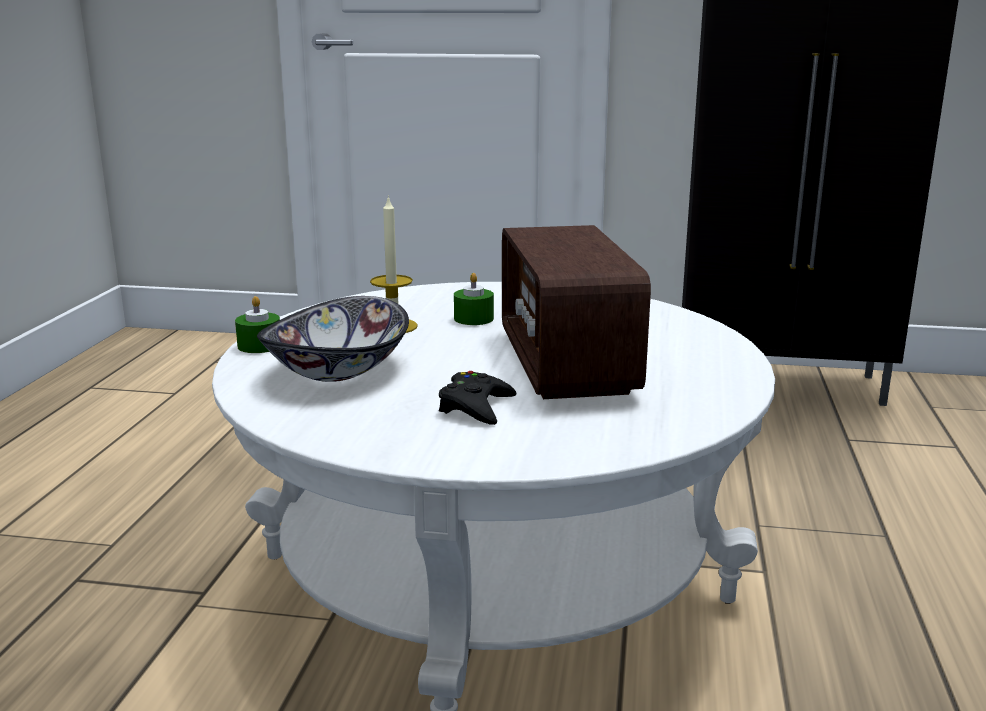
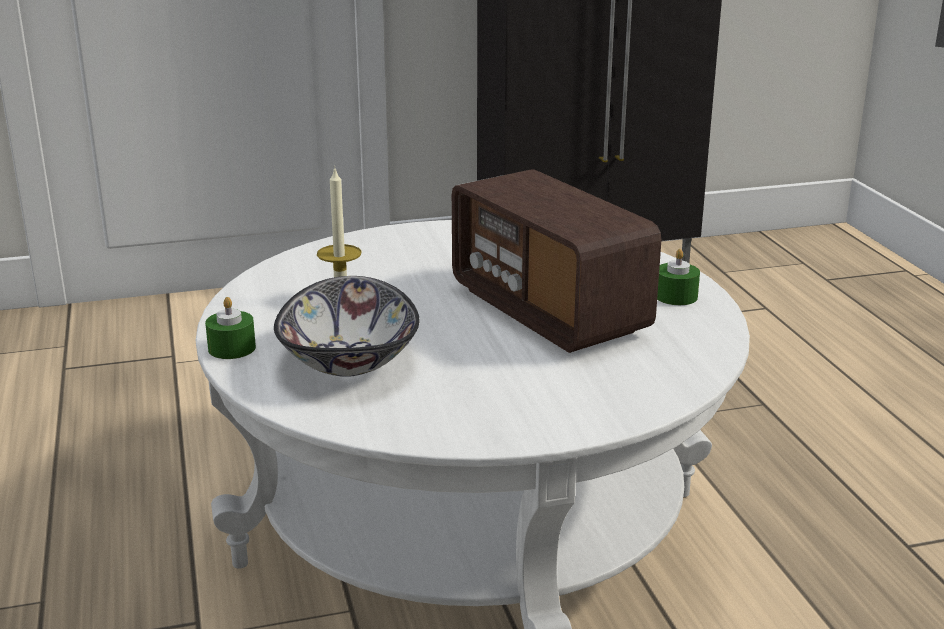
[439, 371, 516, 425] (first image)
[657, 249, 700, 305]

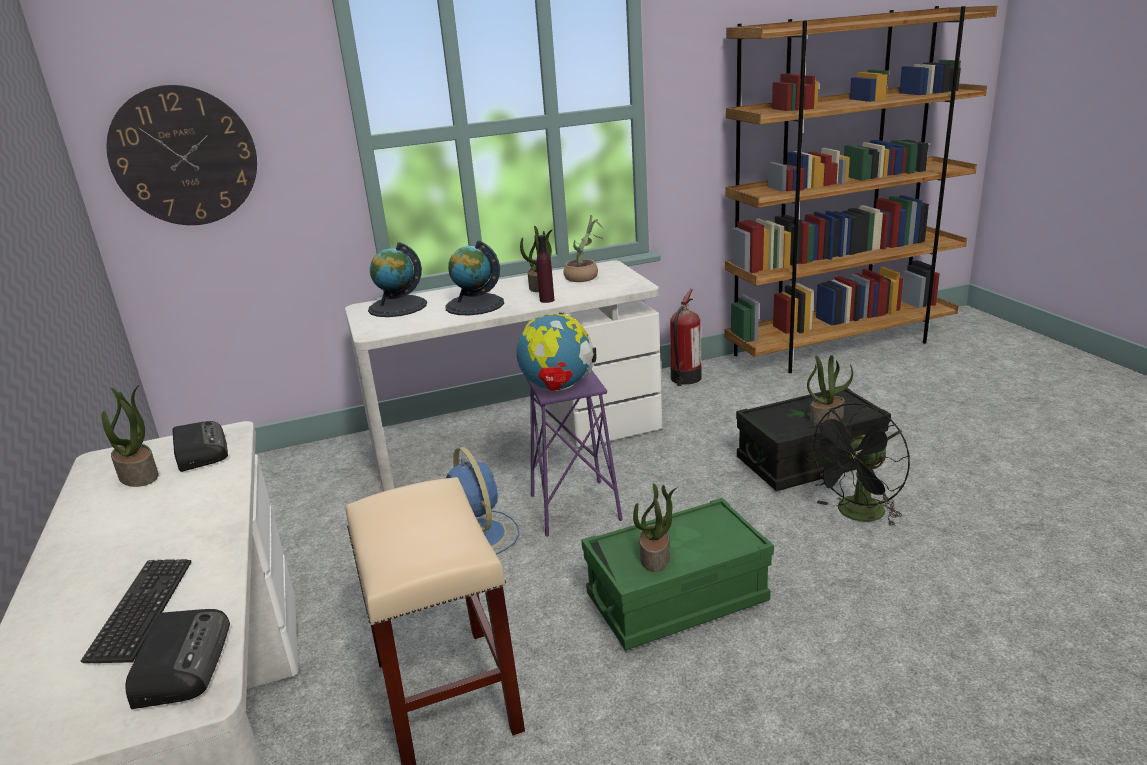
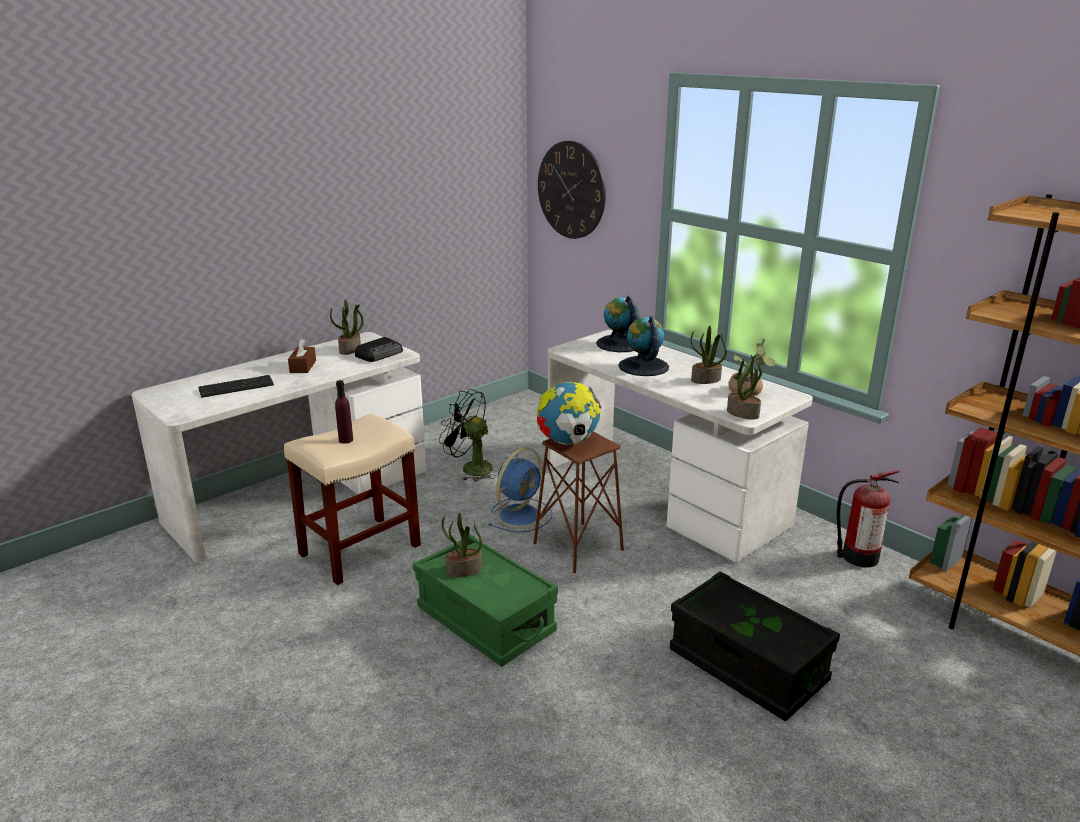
[126, 609, 230, 709] (first image)
[288, 339, 316, 373]
[335, 380, 353, 444]
[439, 389, 497, 482]
[727, 354, 762, 419]
[533, 432, 624, 574]

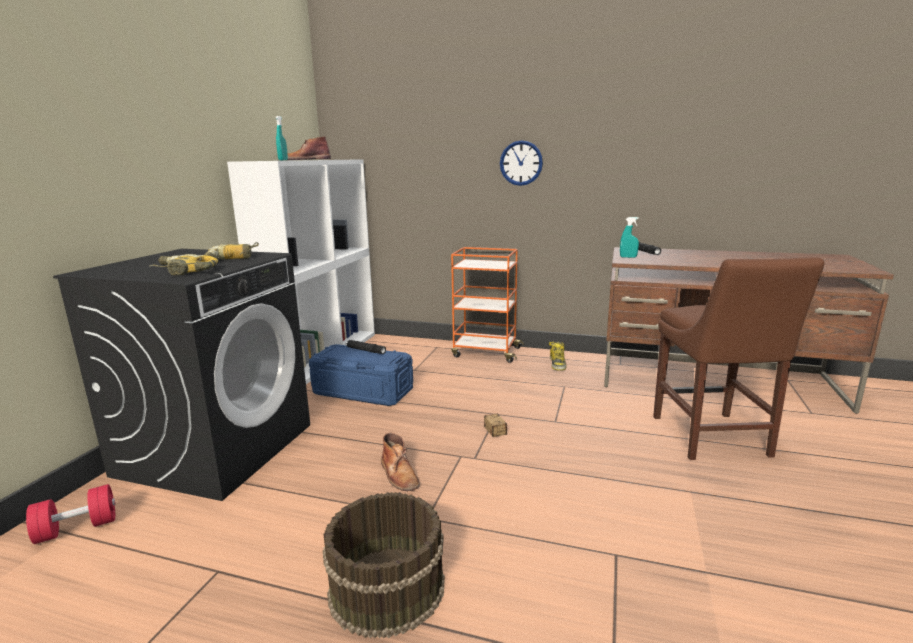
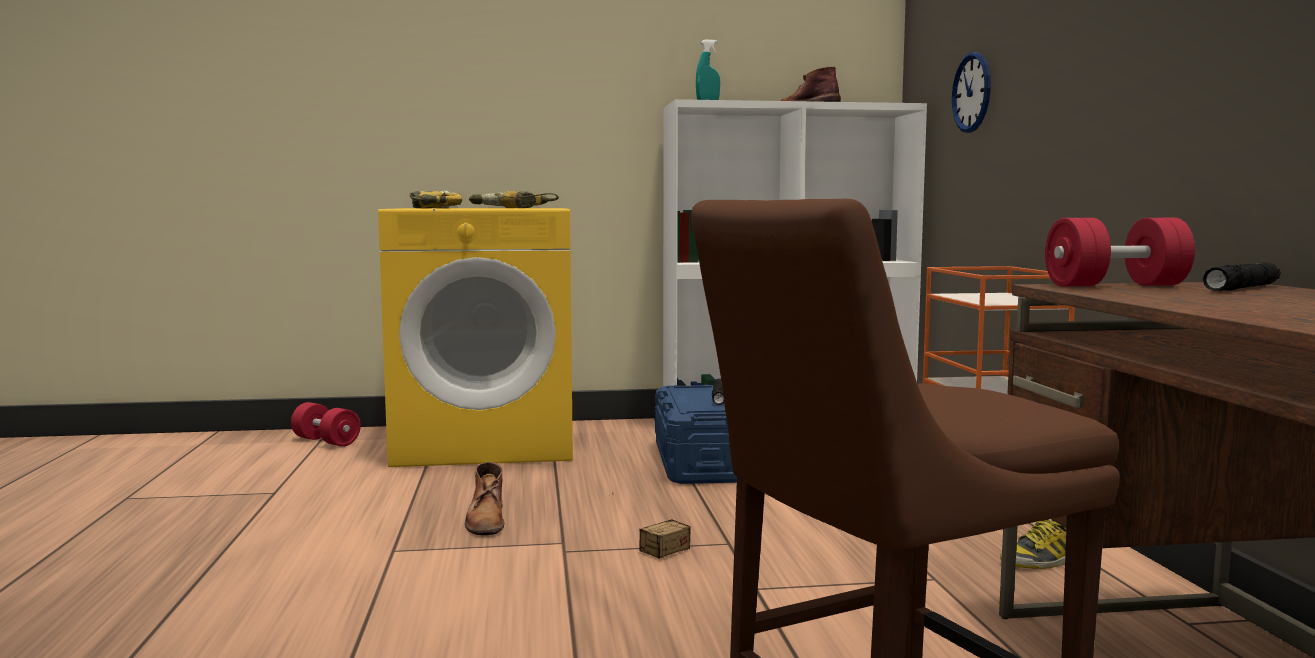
[323, 492, 445, 638] (first image)
[952, 52, 991, 133]
[1045, 218, 1195, 286]
[378, 208, 573, 467]
[465, 462, 504, 535]

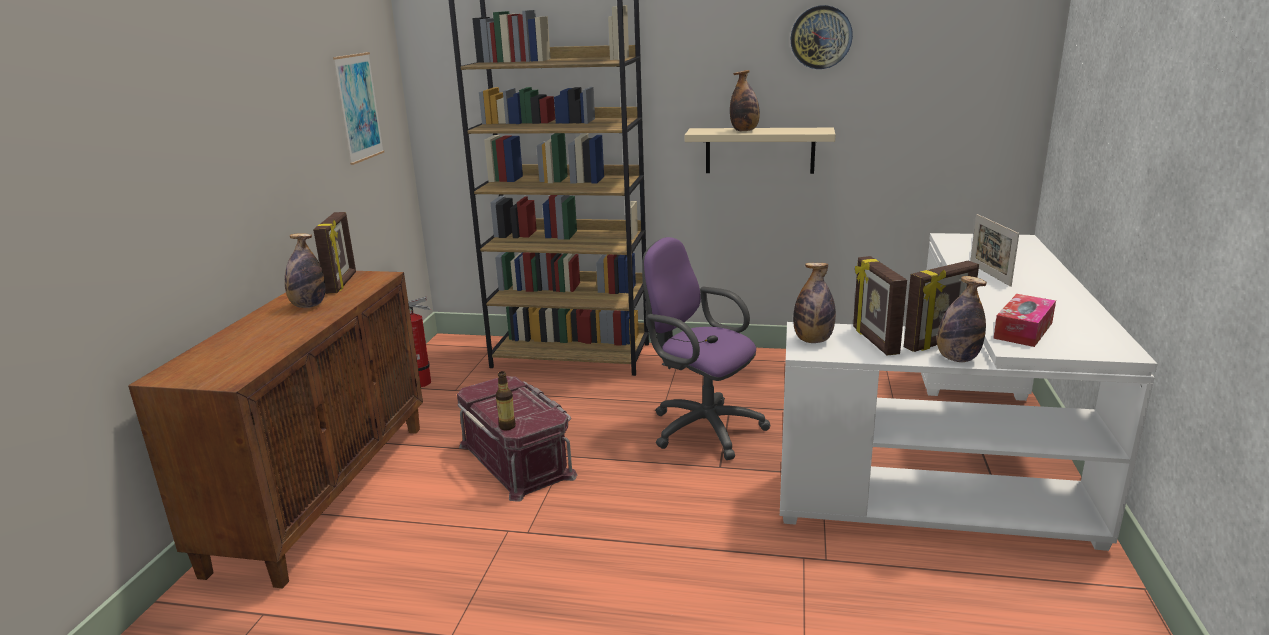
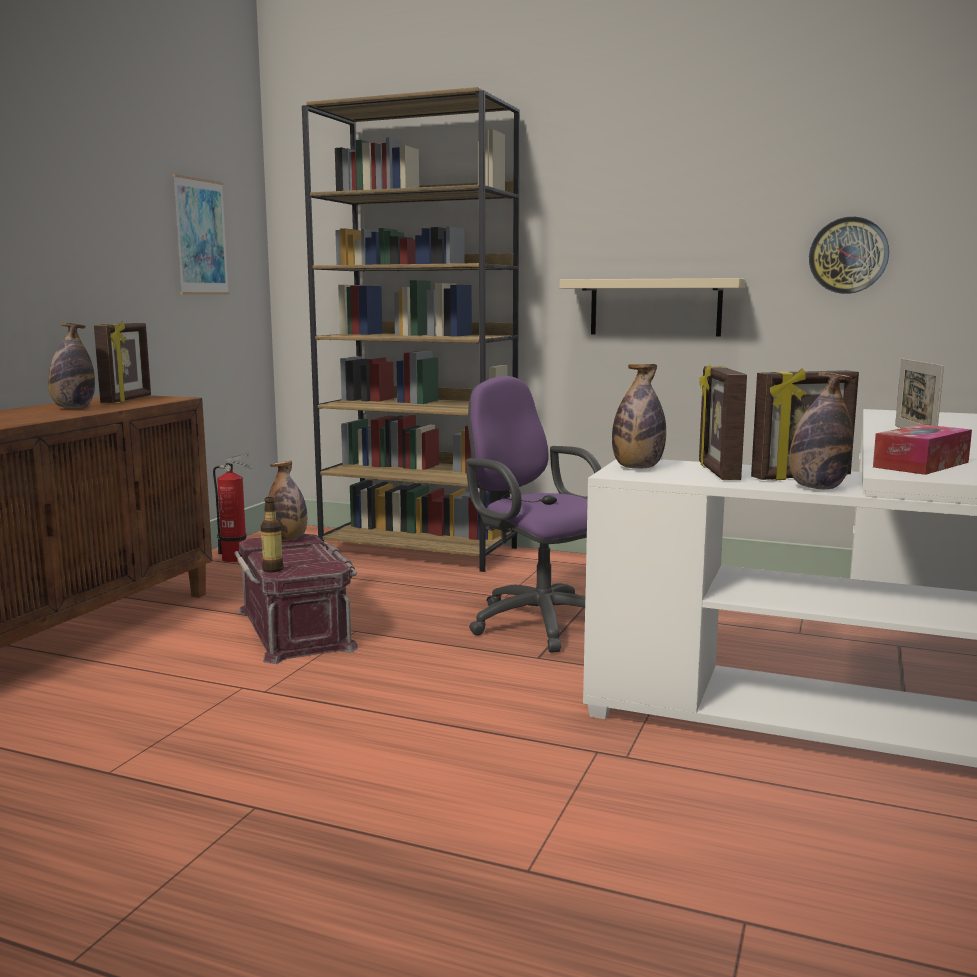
[268, 461, 307, 540]
[809, 217, 889, 294]

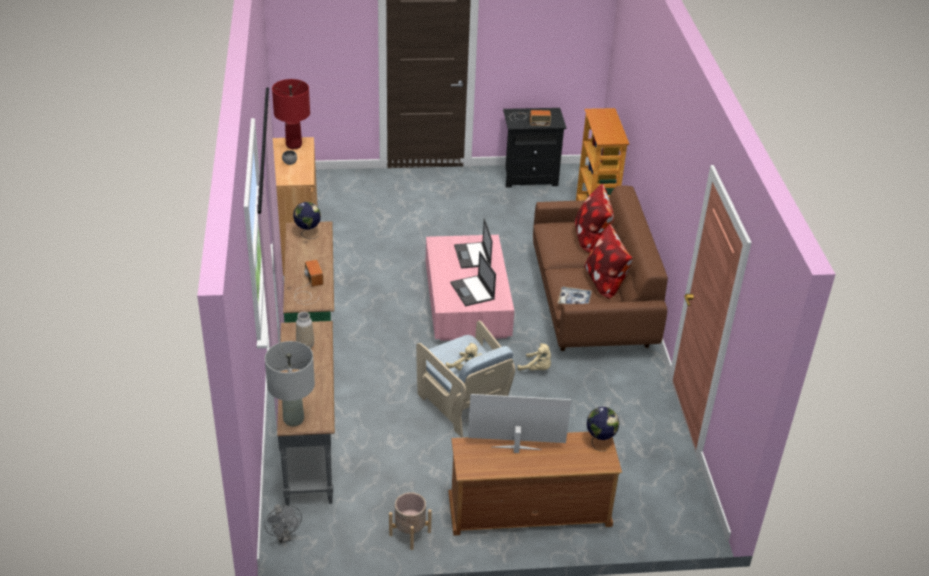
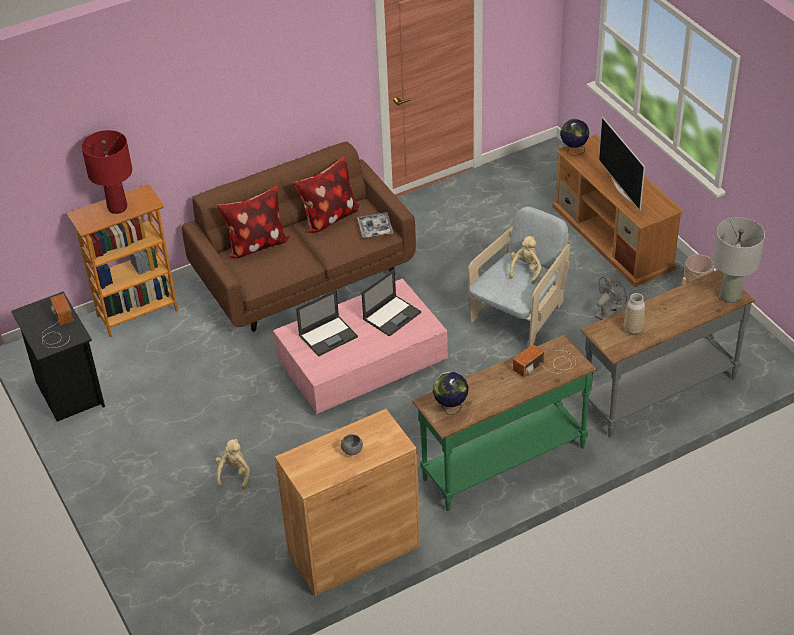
[595, 277, 627, 320]
[81, 130, 132, 214]
[215, 439, 250, 490]

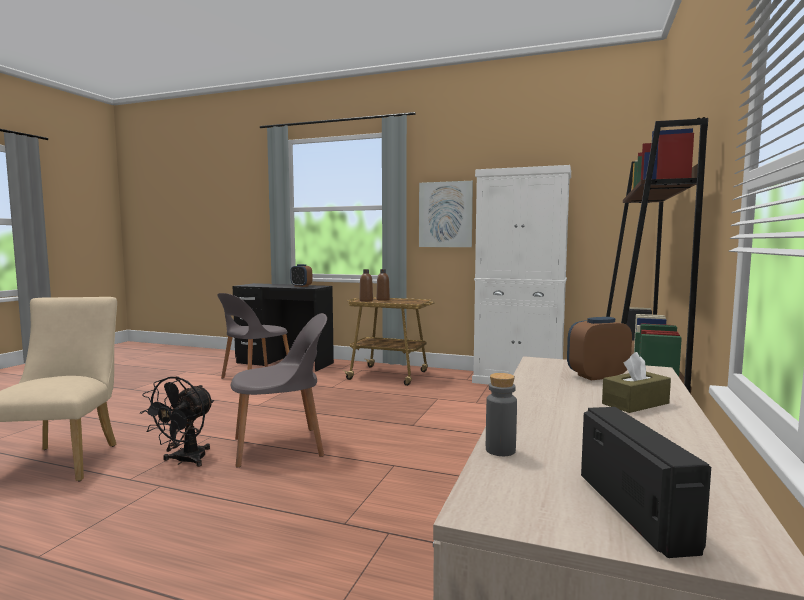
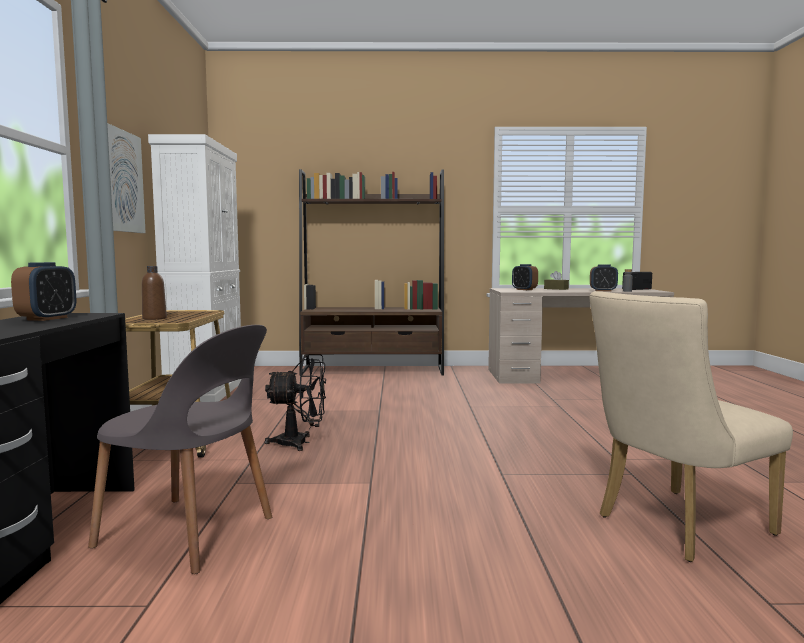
[231, 313, 327, 467] (first image)
[359, 269, 373, 302] (first image)
[590, 264, 618, 291]
[265, 354, 326, 451]

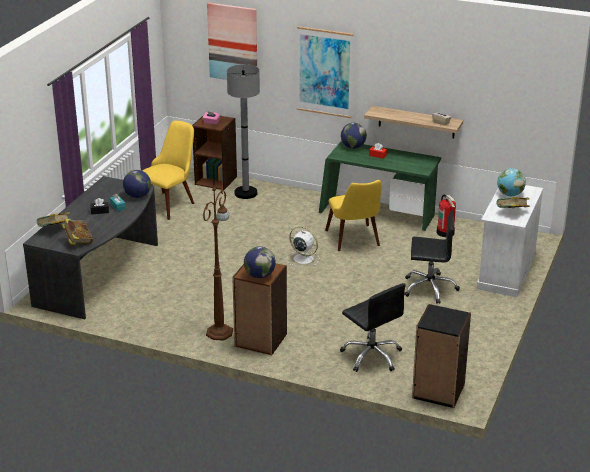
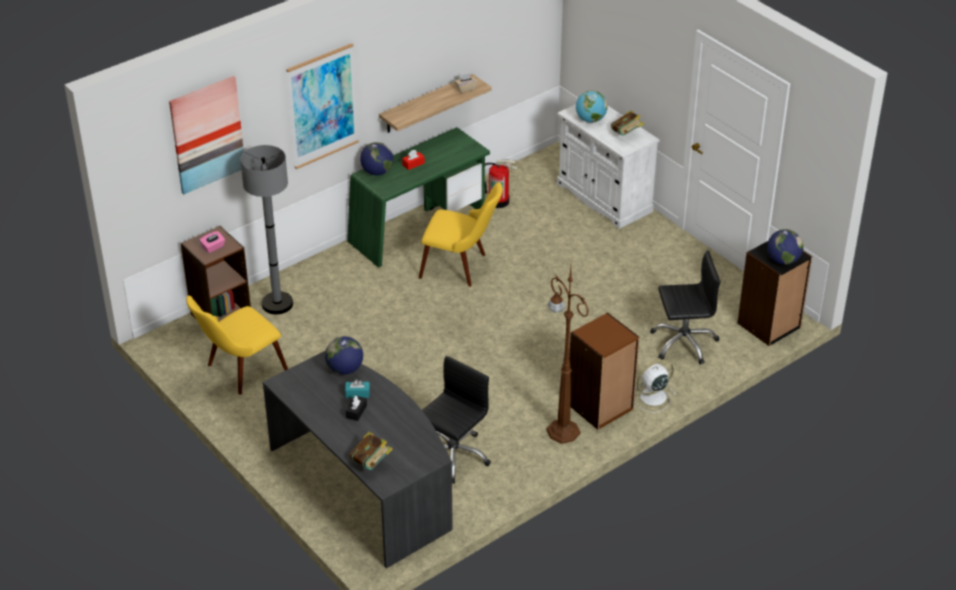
[61, 219, 93, 245] (first image)
[767, 229, 803, 265]
[634, 359, 676, 413]
[422, 355, 491, 484]
[186, 295, 288, 395]

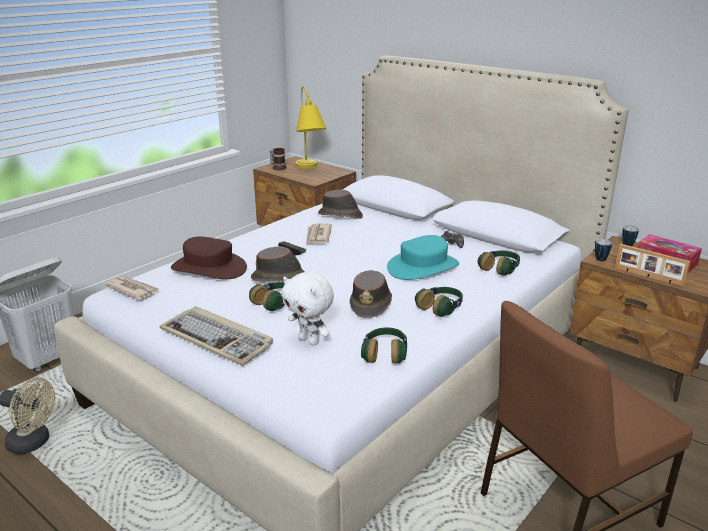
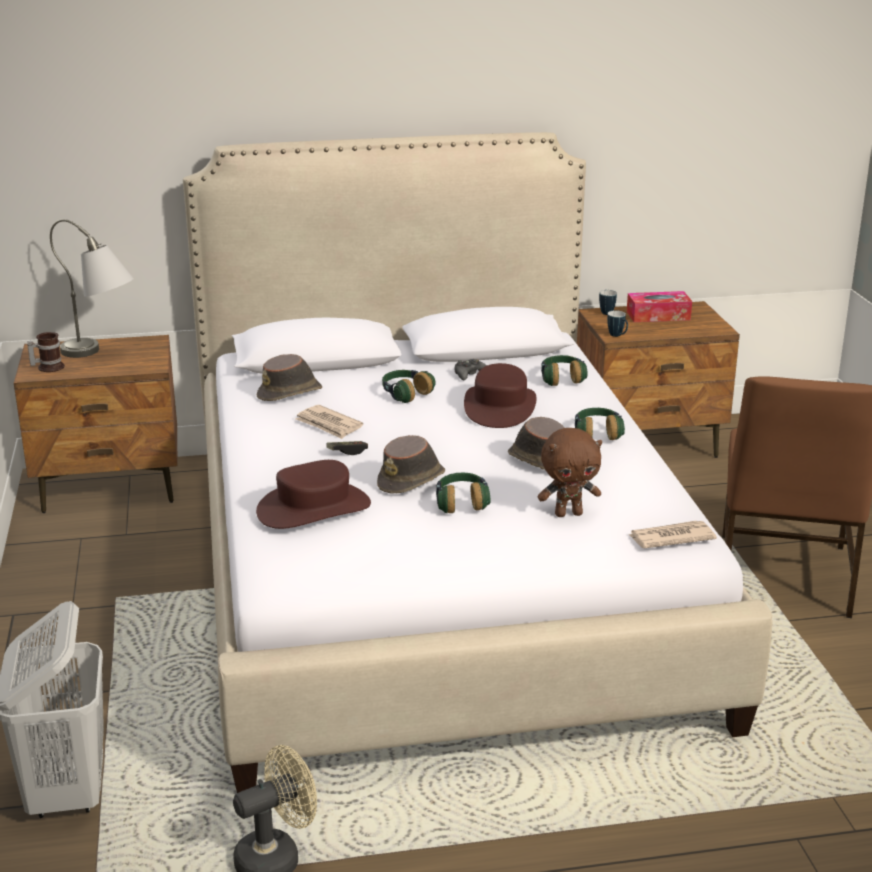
[160, 306, 273, 366] (first image)
[615, 244, 690, 287] (first image)
[629, 521, 717, 548]
[382, 370, 436, 403]
[538, 428, 602, 517]
[50, 219, 134, 358]
[464, 363, 537, 428]

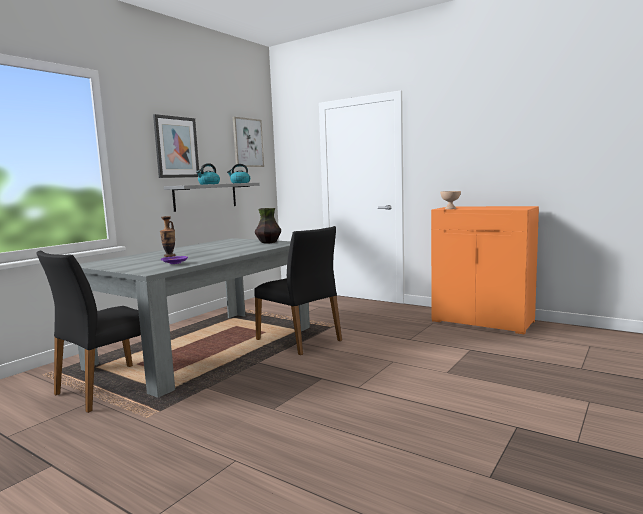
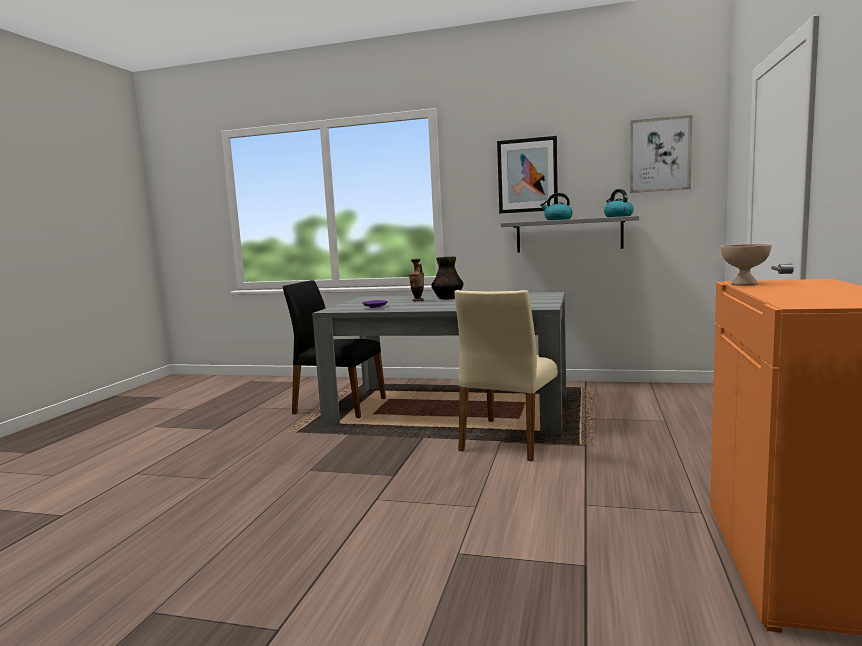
[431, 257, 464, 299]
[455, 290, 563, 461]

